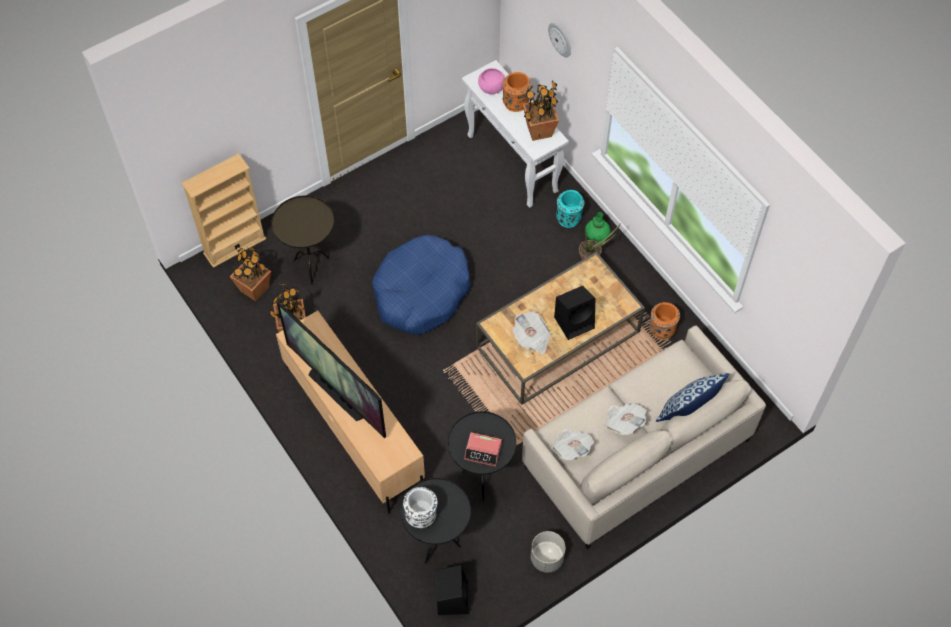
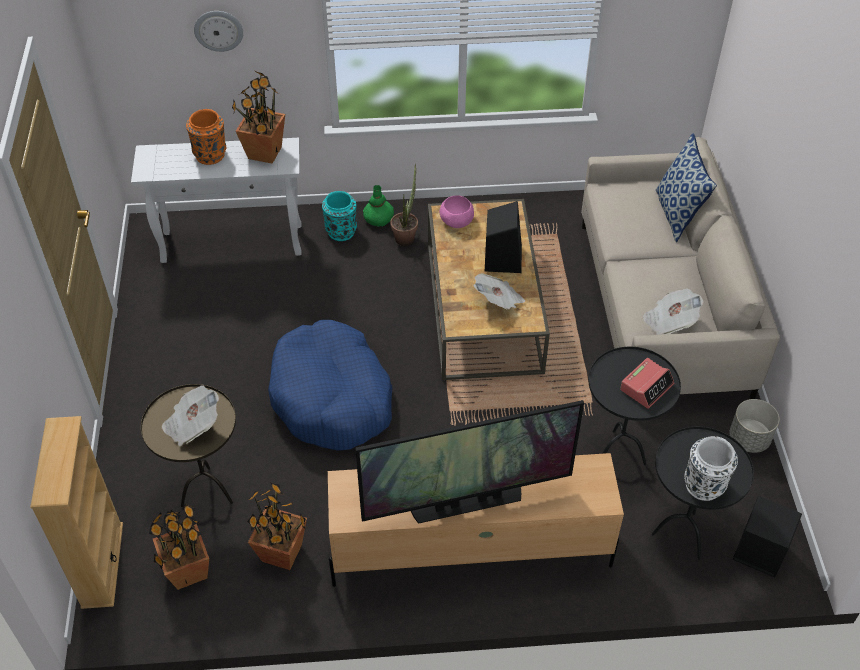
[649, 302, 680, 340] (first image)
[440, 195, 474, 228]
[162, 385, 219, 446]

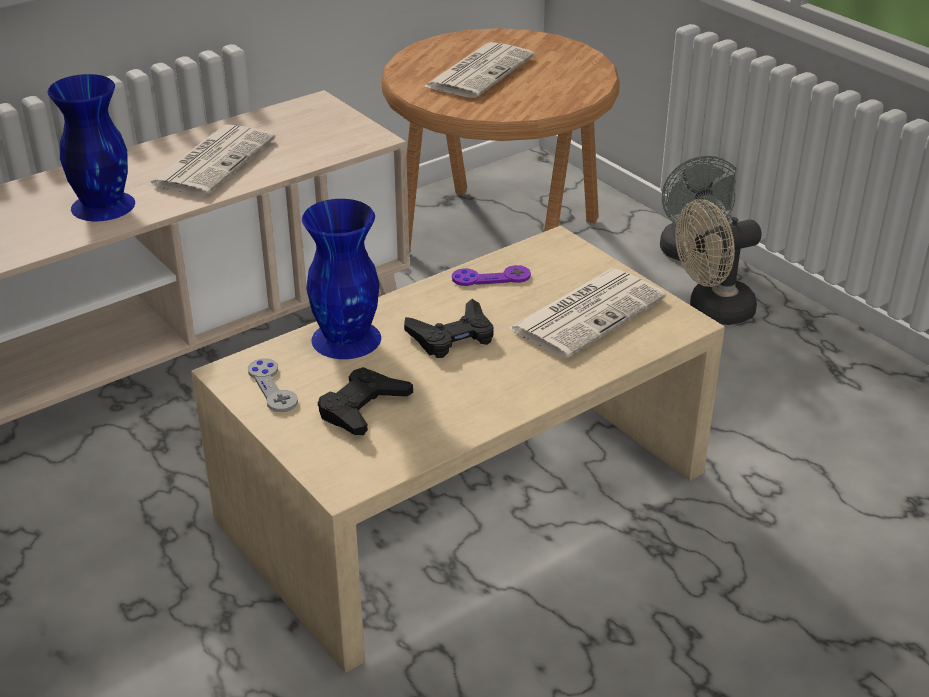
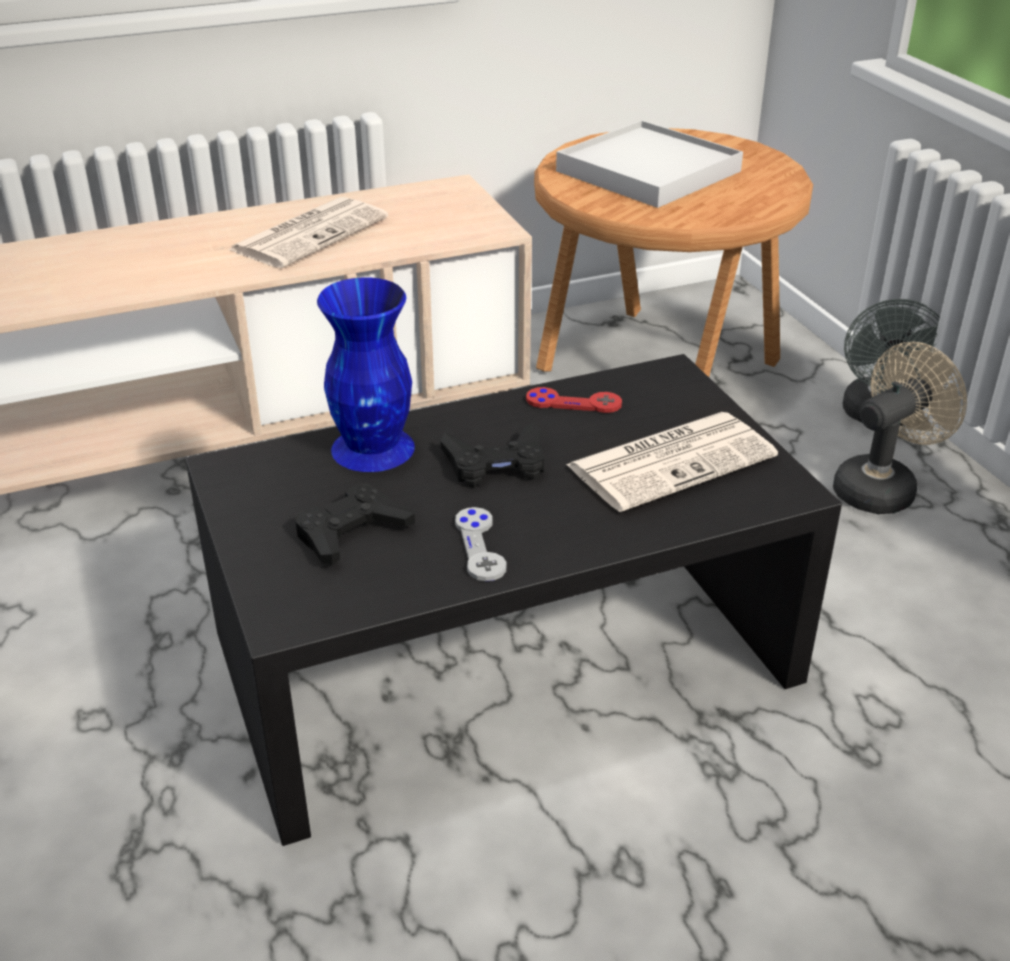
[47, 74, 135, 221] (first image)
[455, 507, 506, 581]
[556, 120, 743, 208]
[185, 354, 842, 846]
[526, 387, 622, 413]
[833, 342, 967, 514]

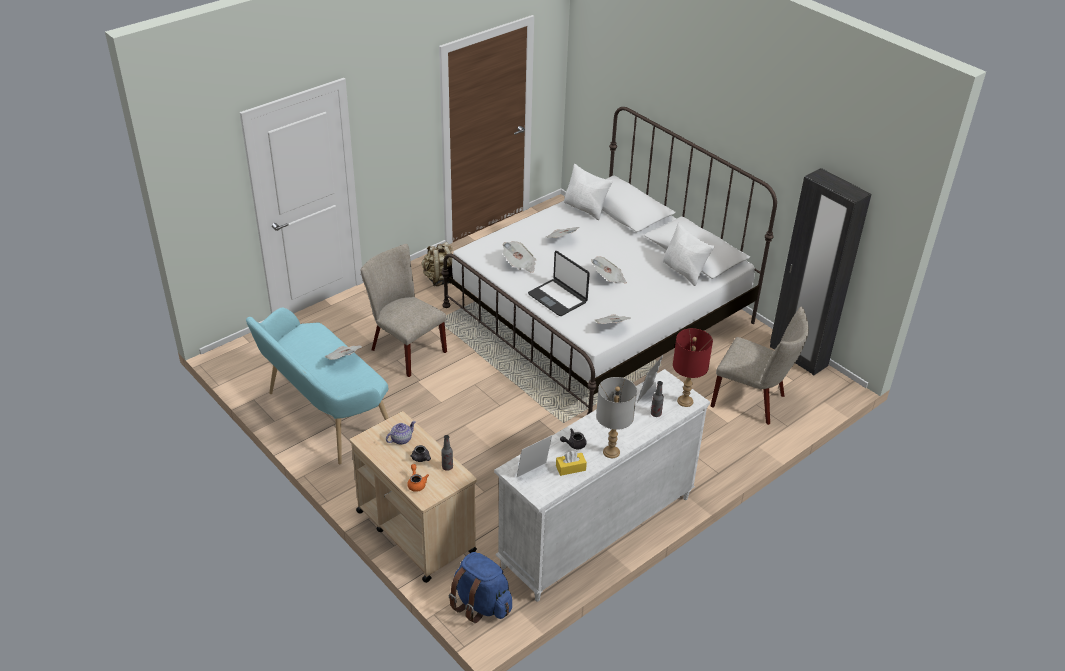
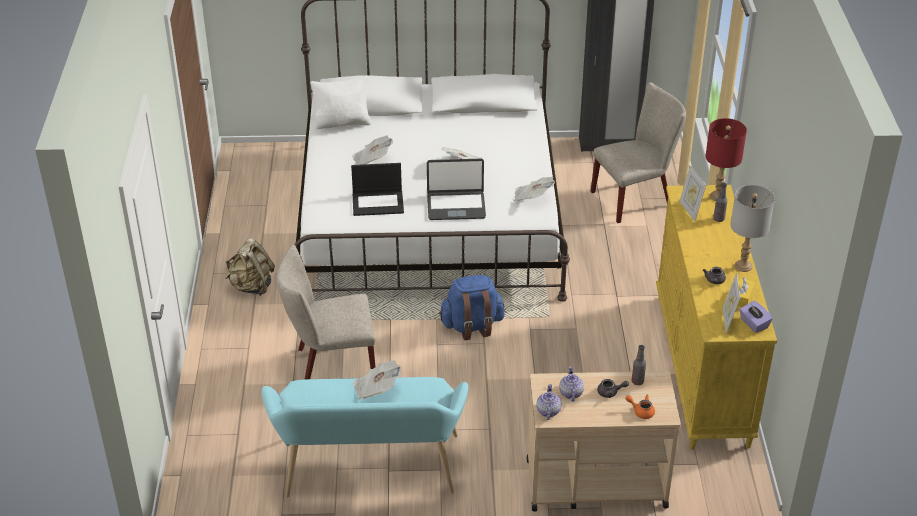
[663, 222, 714, 286] (first image)
[536, 384, 561, 420]
[739, 301, 773, 333]
[439, 275, 505, 340]
[351, 163, 404, 216]
[656, 185, 777, 450]

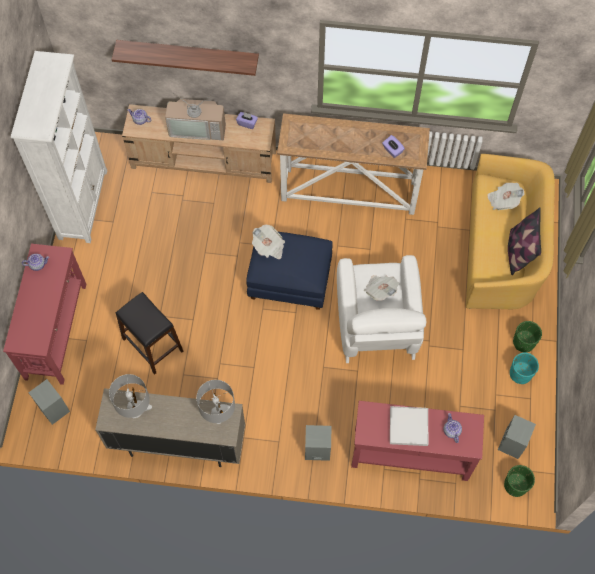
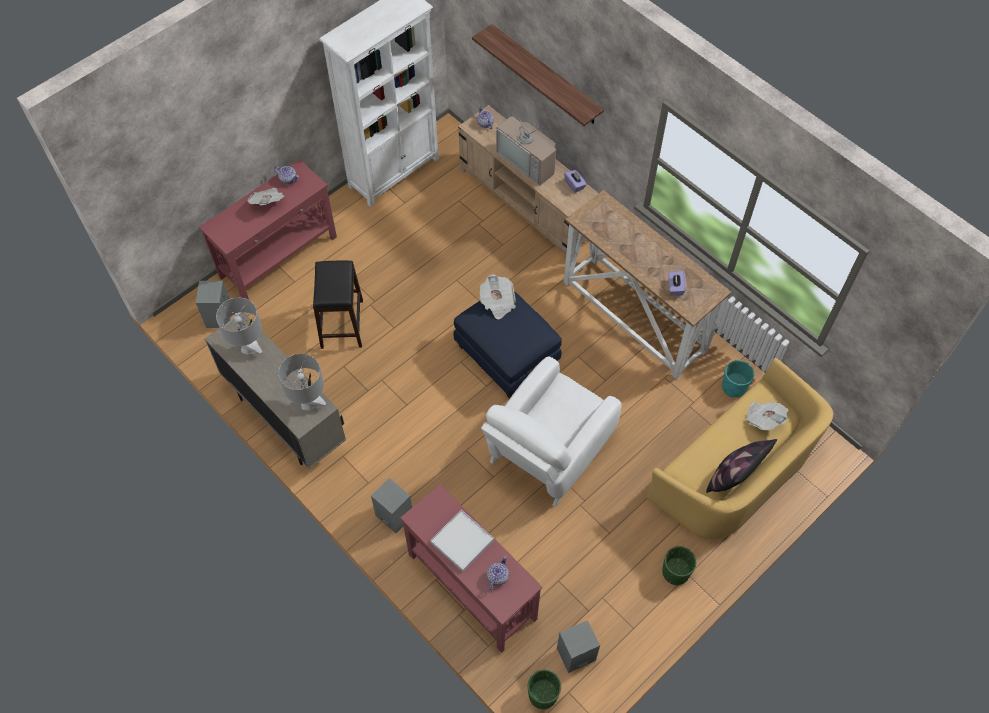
[247, 188, 285, 205]
[722, 360, 754, 397]

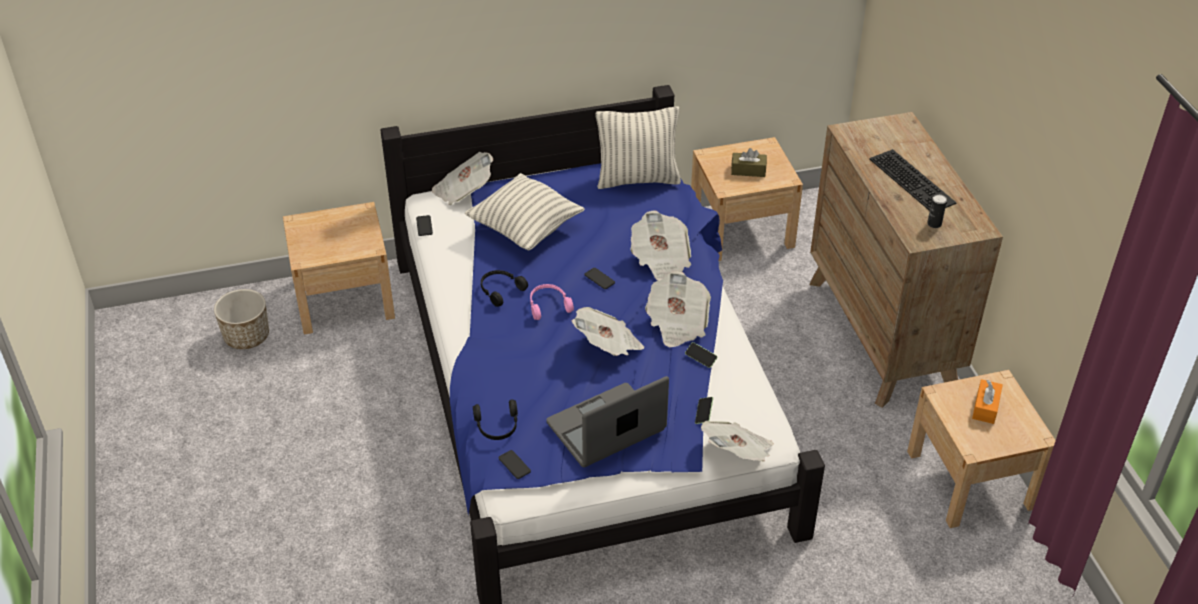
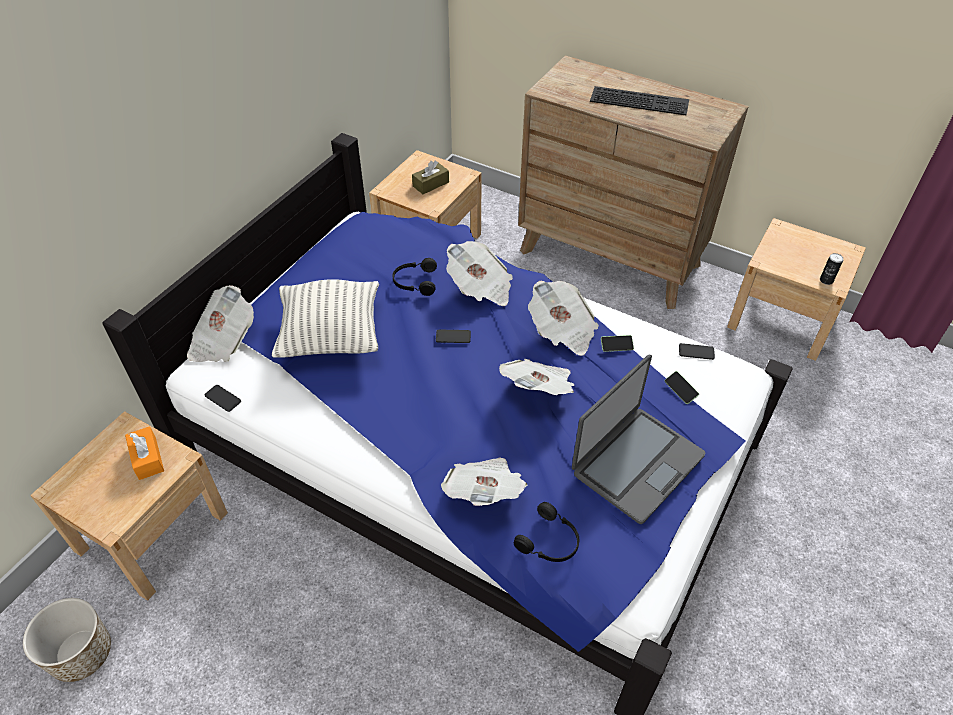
[530, 284, 574, 320] (first image)
[595, 106, 681, 189] (first image)
[393, 258, 437, 296]
[679, 343, 715, 360]
[441, 457, 528, 506]
[820, 253, 844, 285]
[125, 426, 164, 480]
[572, 355, 705, 524]

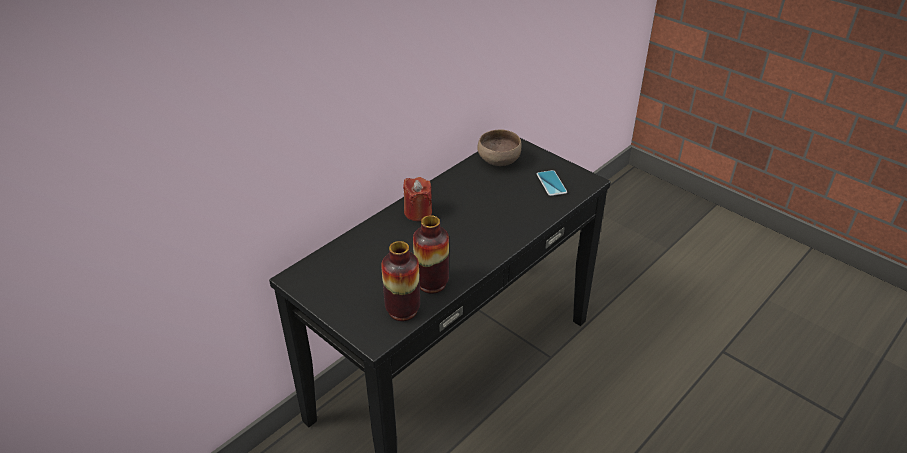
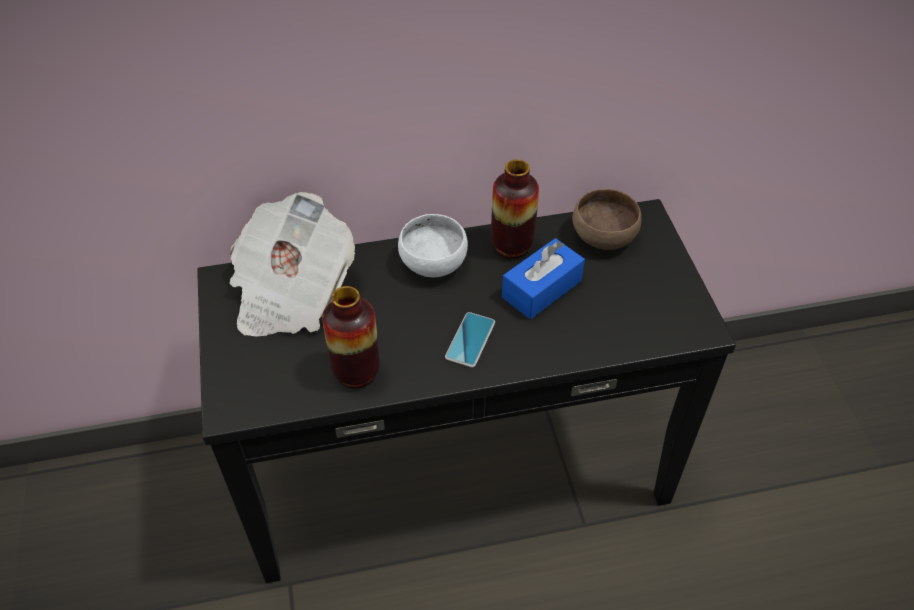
[229, 192, 355, 337]
[502, 238, 585, 319]
[491, 159, 539, 258]
[445, 312, 495, 367]
[398, 214, 468, 277]

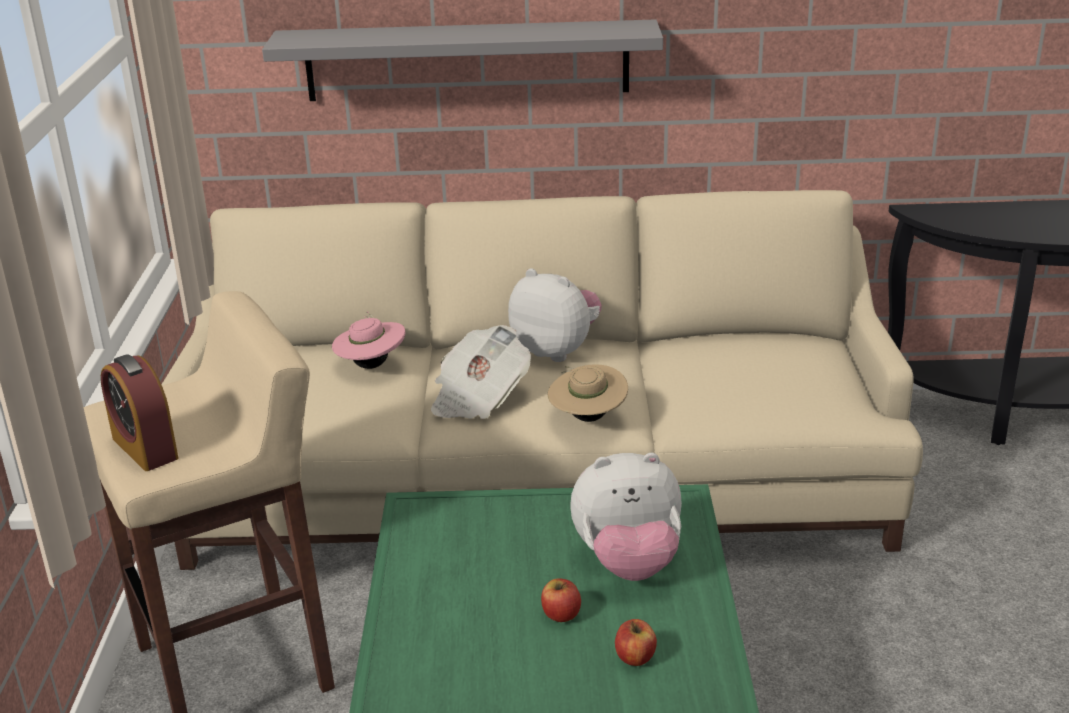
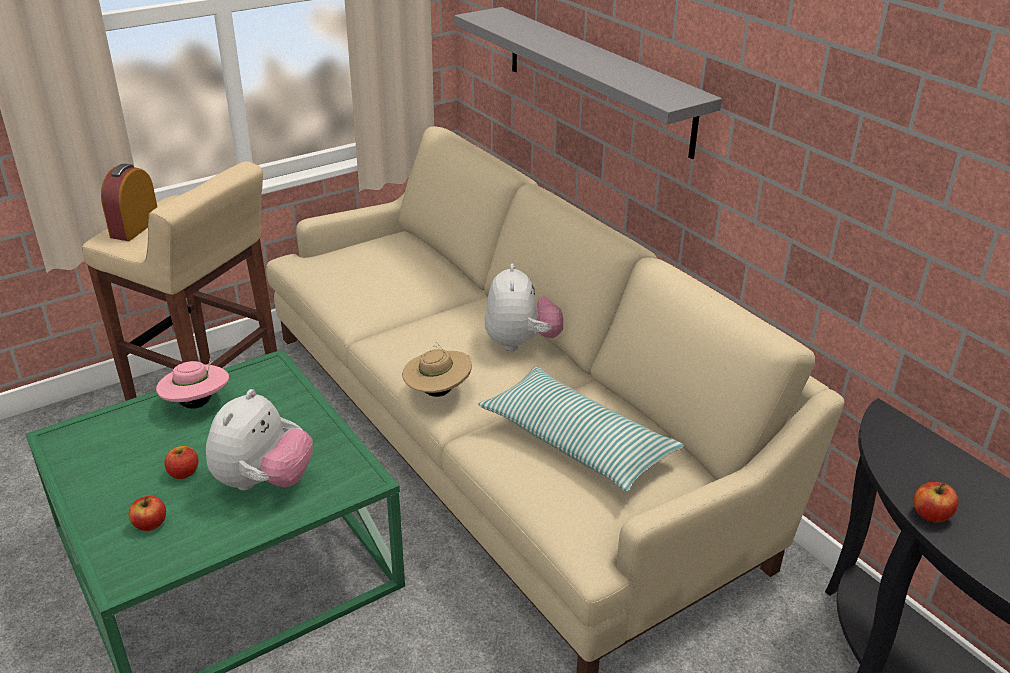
[431, 325, 531, 419] (first image)
[478, 367, 684, 492]
[914, 482, 958, 523]
[156, 359, 229, 409]
[206, 389, 313, 491]

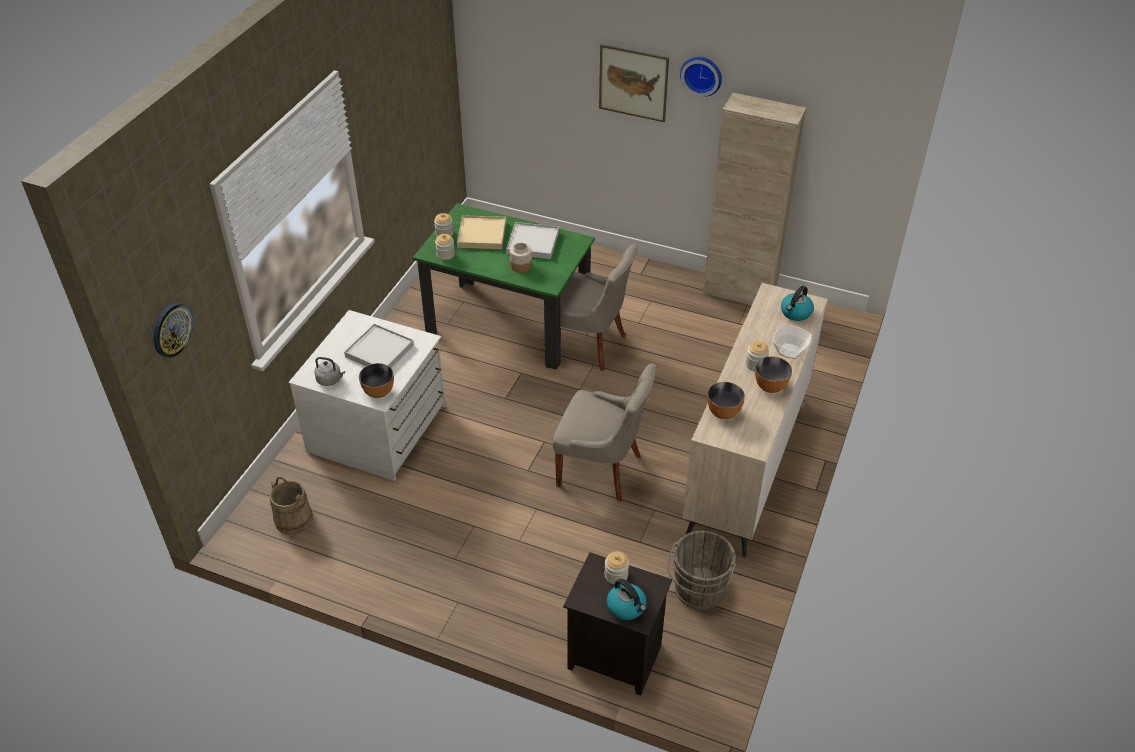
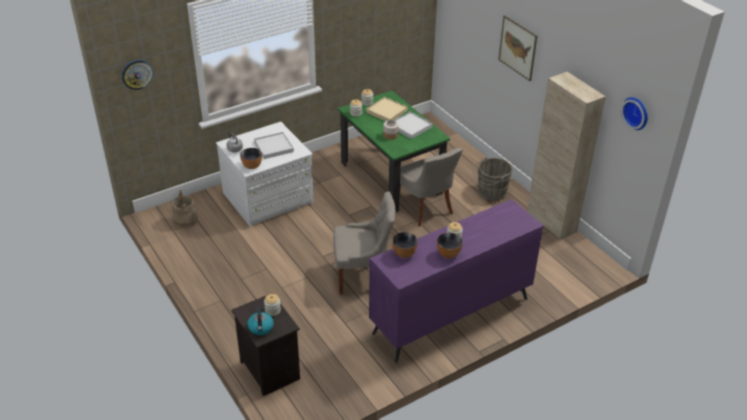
[773, 325, 812, 359] (first image)
[781, 286, 814, 321] (first image)
[473, 157, 512, 201]
[621, 97, 648, 130]
[369, 199, 544, 363]
[333, 192, 396, 295]

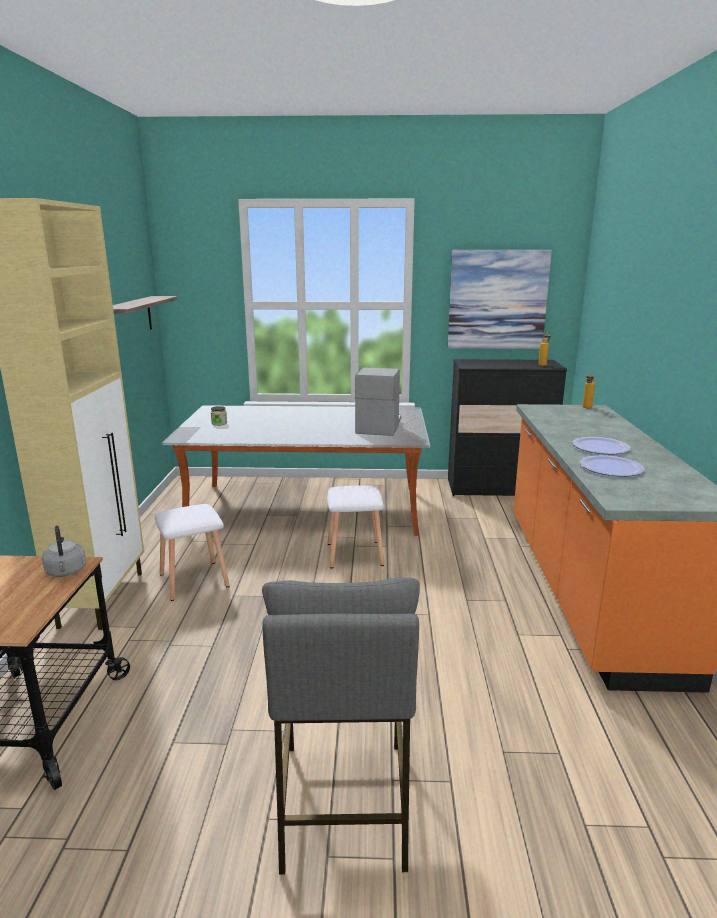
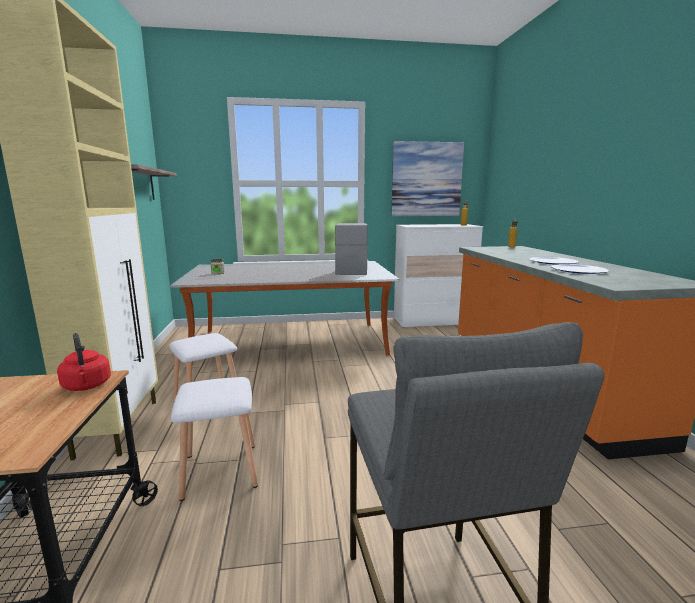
[171, 377, 258, 501]
[57, 333, 111, 391]
[394, 224, 483, 328]

